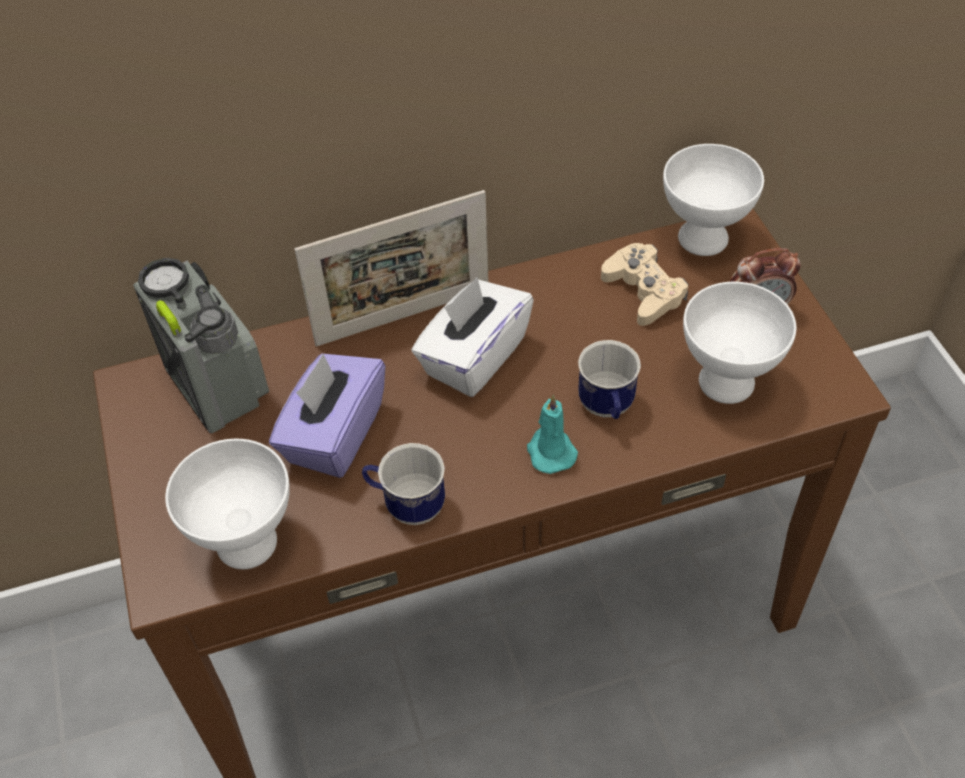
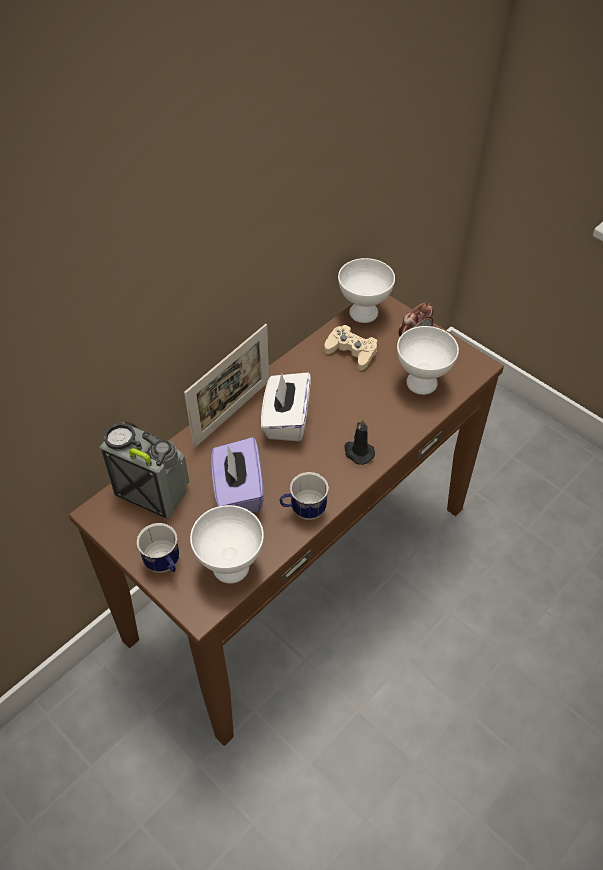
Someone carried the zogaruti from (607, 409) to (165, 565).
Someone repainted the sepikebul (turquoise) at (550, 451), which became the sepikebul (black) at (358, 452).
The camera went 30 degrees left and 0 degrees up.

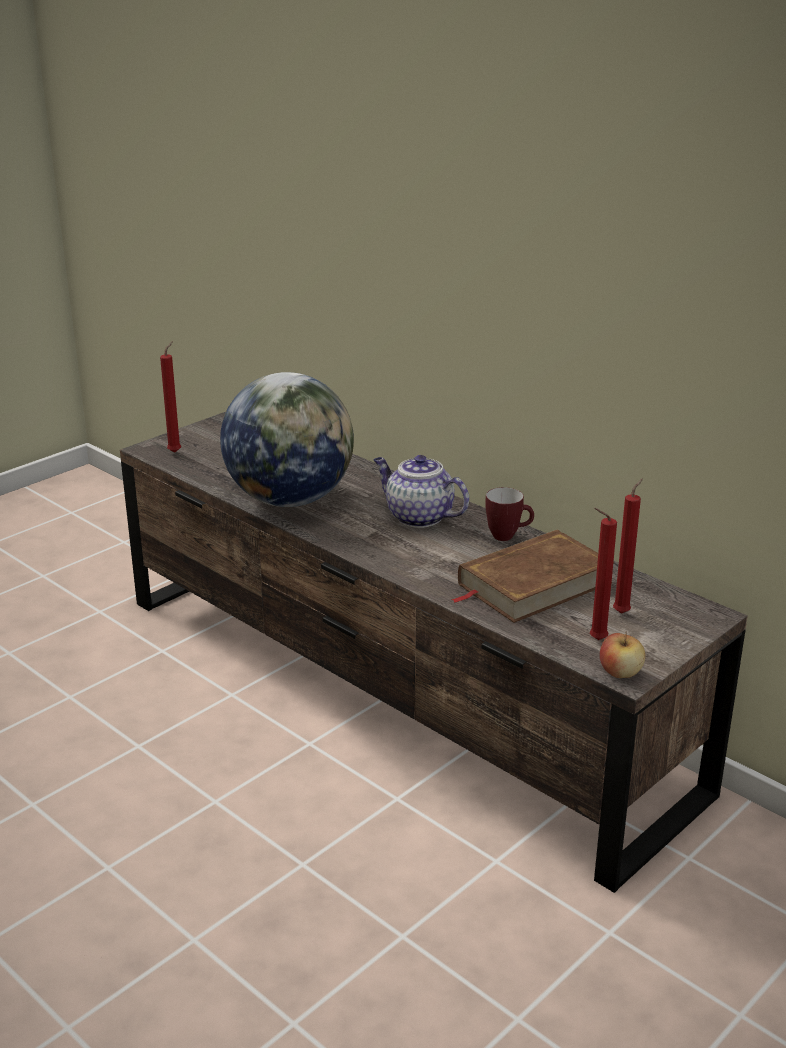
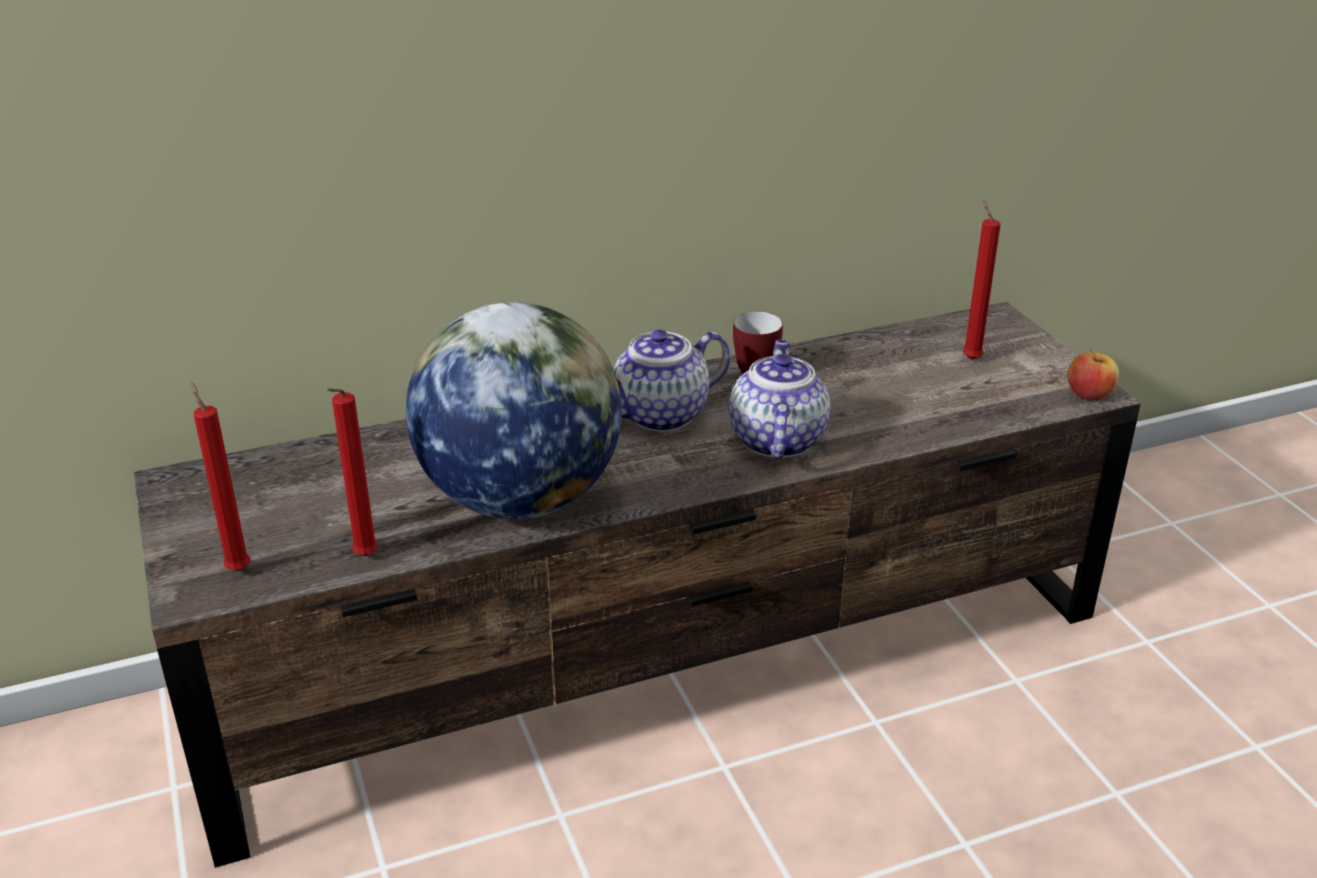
Someone carried the sepikebul (red) from (595, 640) to (363, 558).
Someone took away the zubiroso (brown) at (533, 583).
Someone put down the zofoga at (776, 439).
The camera went 65 degrees left and 5 degrees up.

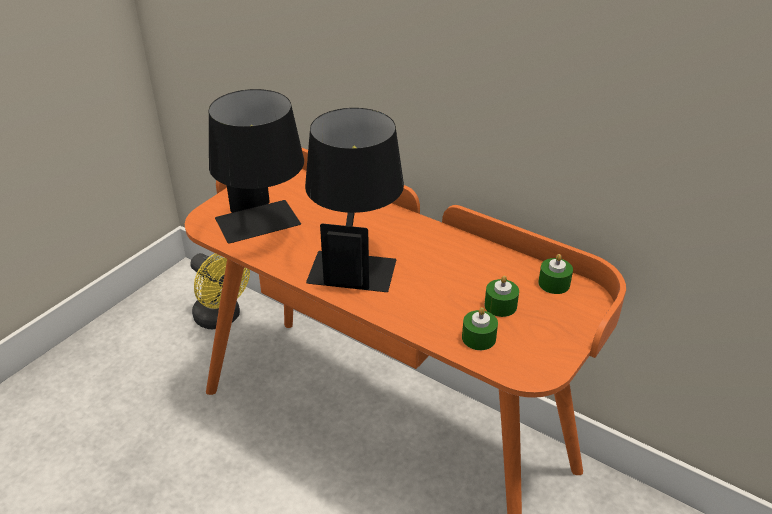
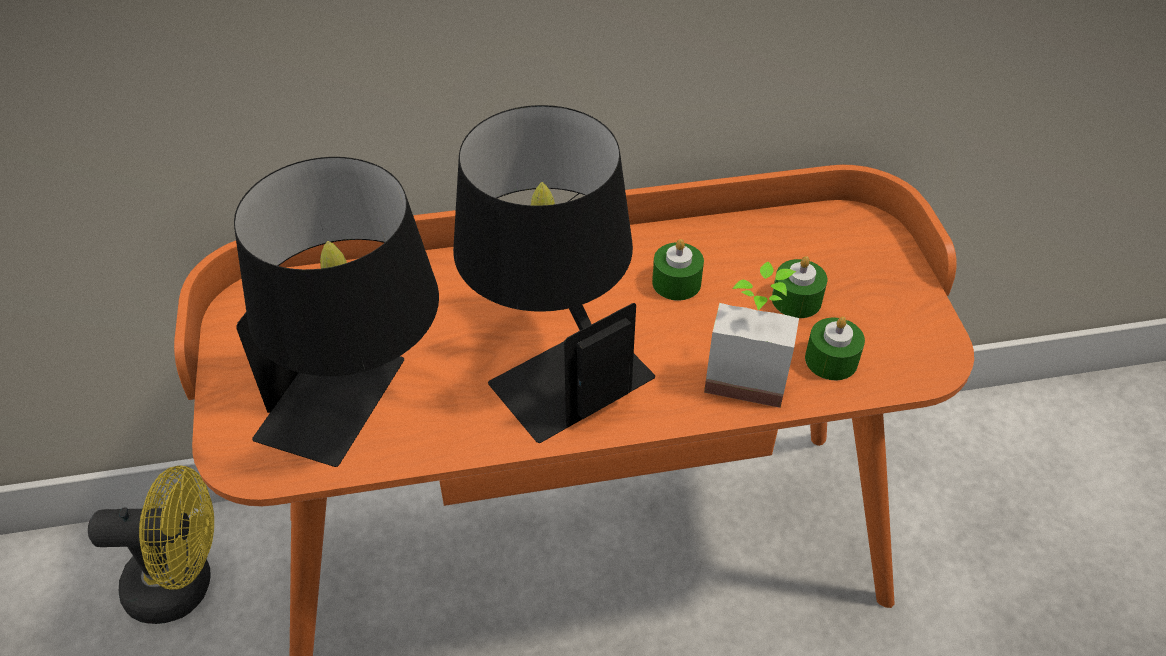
Someone carried the sepikebul (green) from (554, 283) to (676, 282).
Someone put down the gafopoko at (747, 373).
The camera went 45 degrees left and 10 degrees up.

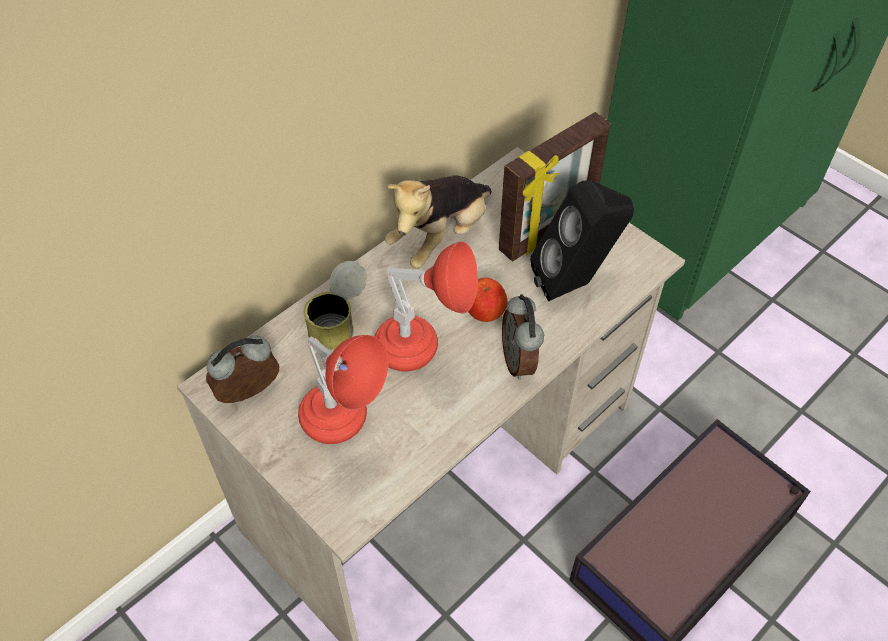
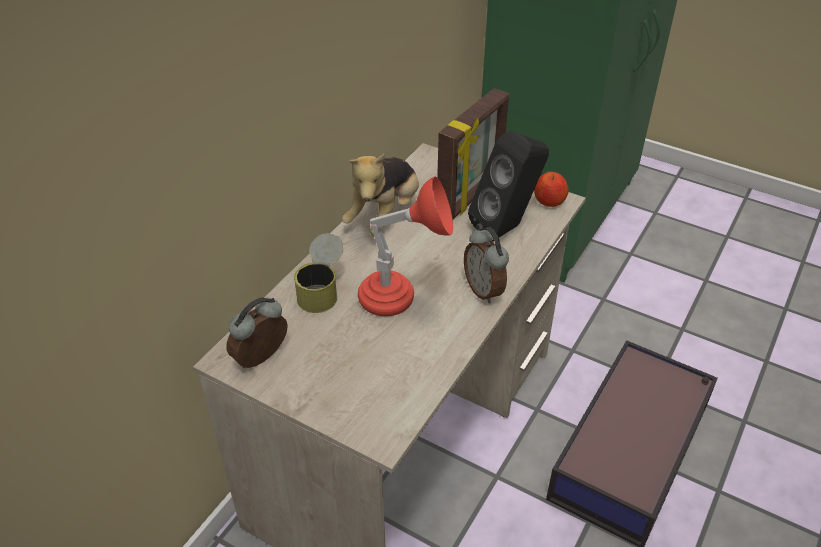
Someone carried the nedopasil from (485, 311) to (549, 201).
Someone took away the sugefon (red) at (345, 430).
The camera went 15 degrees left and 10 degrees down.

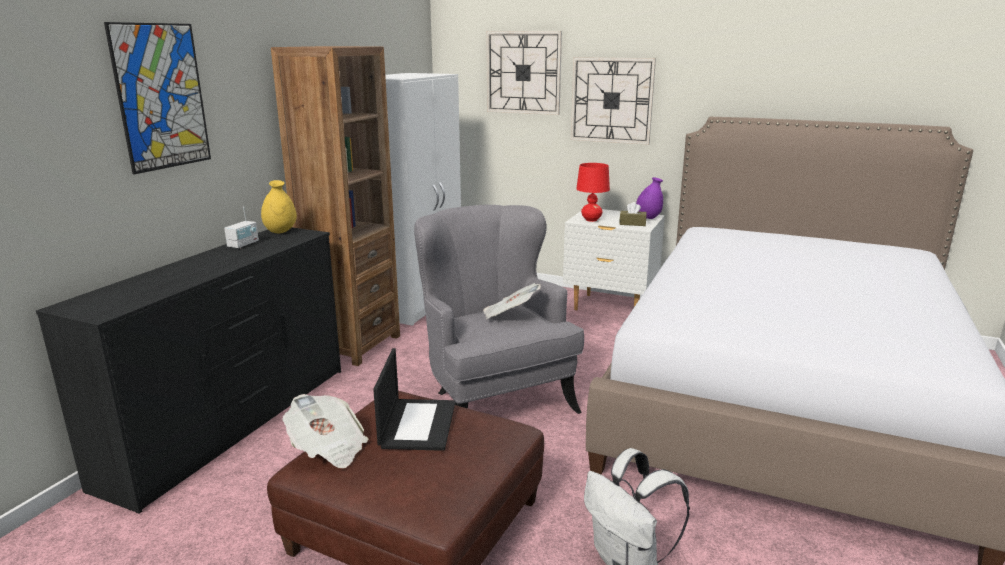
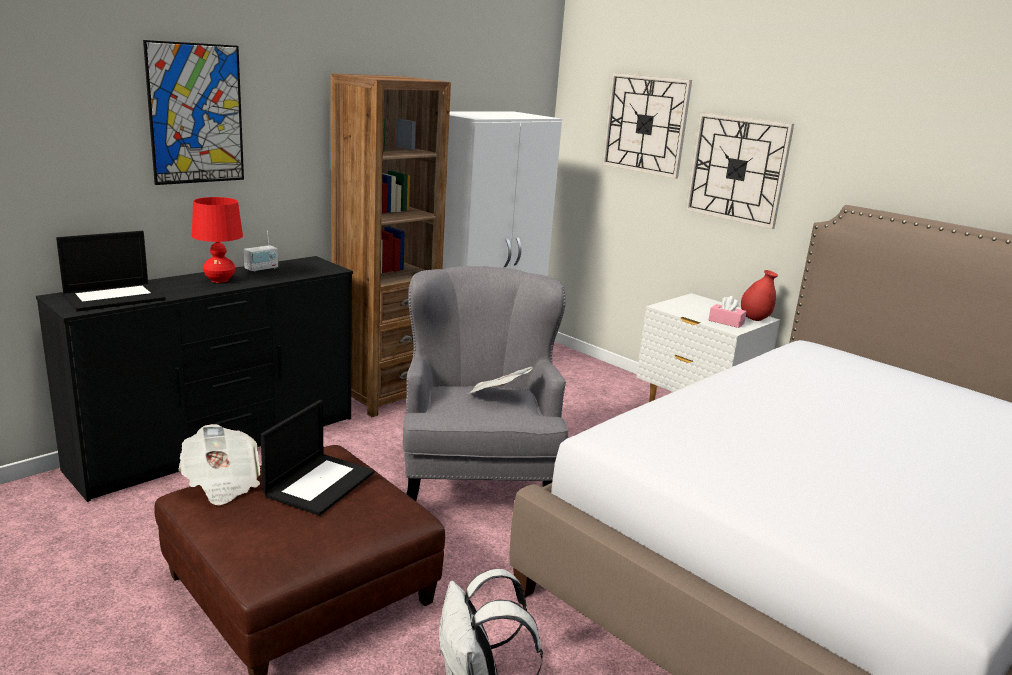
Someone carried the sugefon (red) from (591, 220) to (220, 280).
Someone repainted the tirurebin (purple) at (648, 218), which became the tirurebin (red) at (755, 319).
Someone took away the tirurebin (yellow) at (280, 231).
Someone repainted the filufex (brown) at (632, 223), which became the filufex (pink) at (726, 322).
Someone put down the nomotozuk at (115, 297).
The camera went 20 degrees right and 0 degrees up.

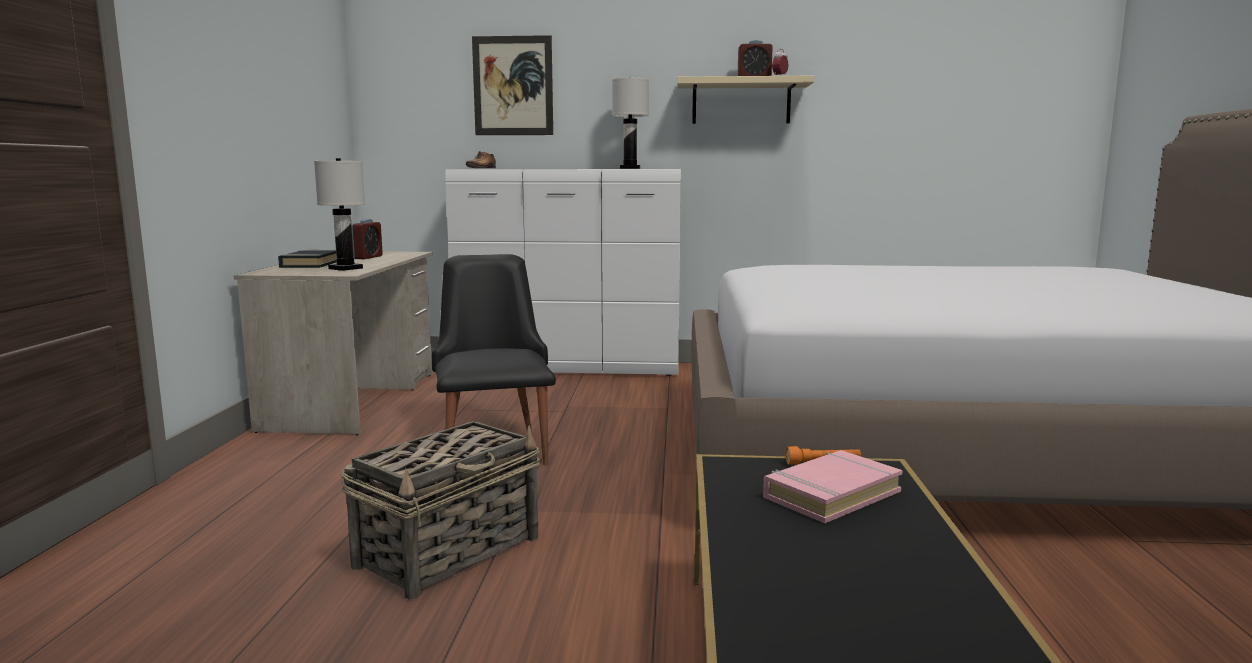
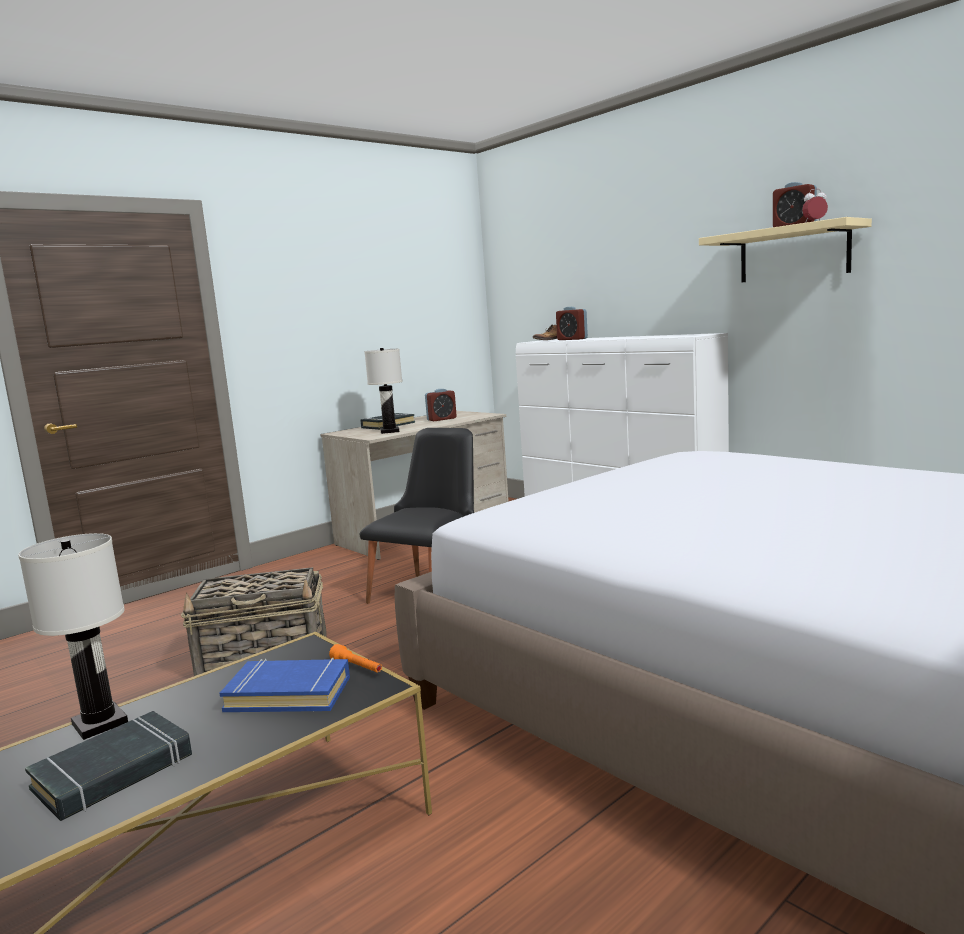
Someone took away the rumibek at (513, 86).
Someone carried the sugefon (white) from (630, 168) to (99, 724).
Someone repainted the zubiroso (pink) at (831, 494), which became the zubiroso (blue) at (289, 693).
Someone put down the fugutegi at (572, 339).
Someone put down the zubiroso (black) at (114, 773).
The camera went 45 degrees right and 0 degrees up.

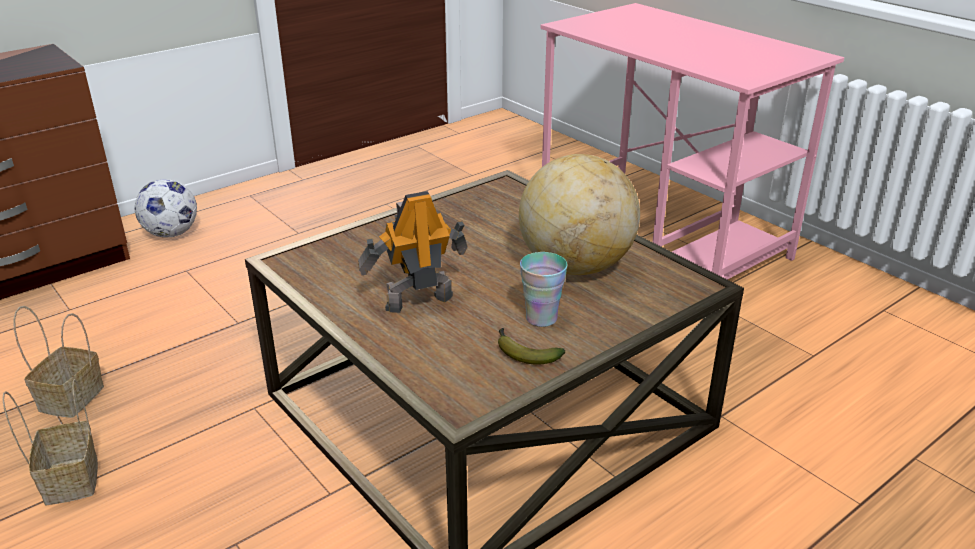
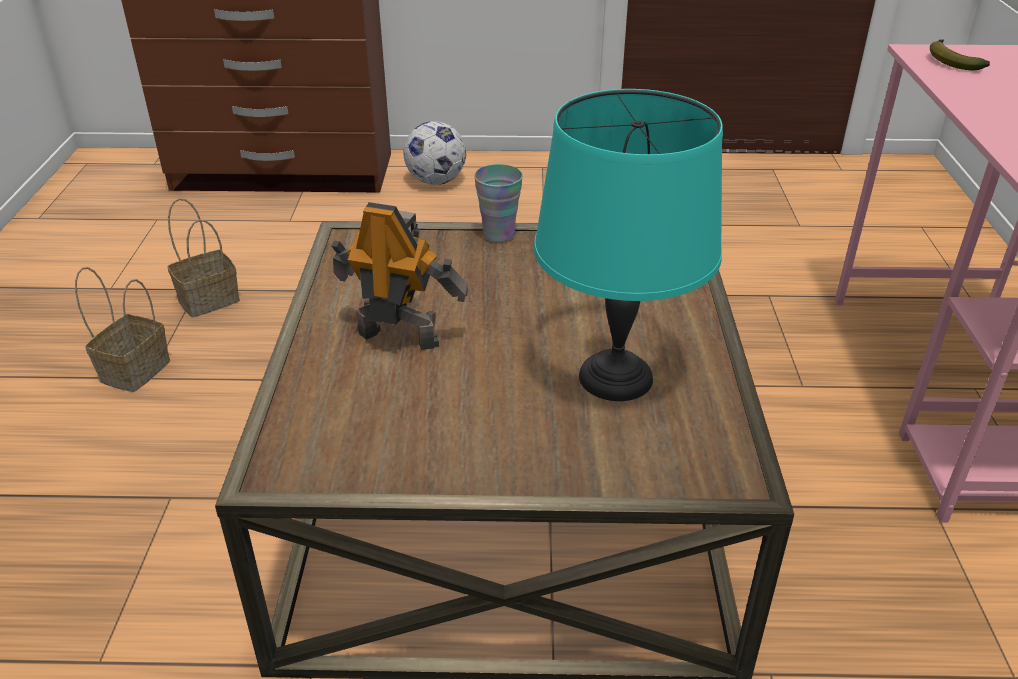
Someone swapped the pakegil at (575, 266) for the sugefon (turquoise) at (615, 376).
Someone carried the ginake from (541, 318) to (498, 234).
Someone carried the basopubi from (524, 353) to (951, 61).
The camera went 40 degrees right and 5 degrees up.

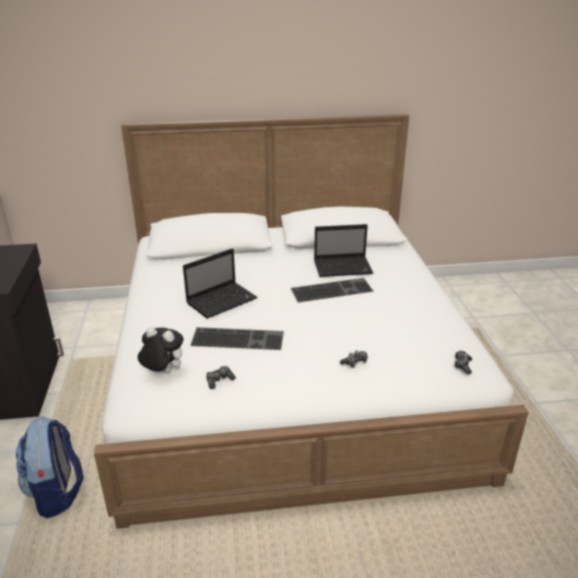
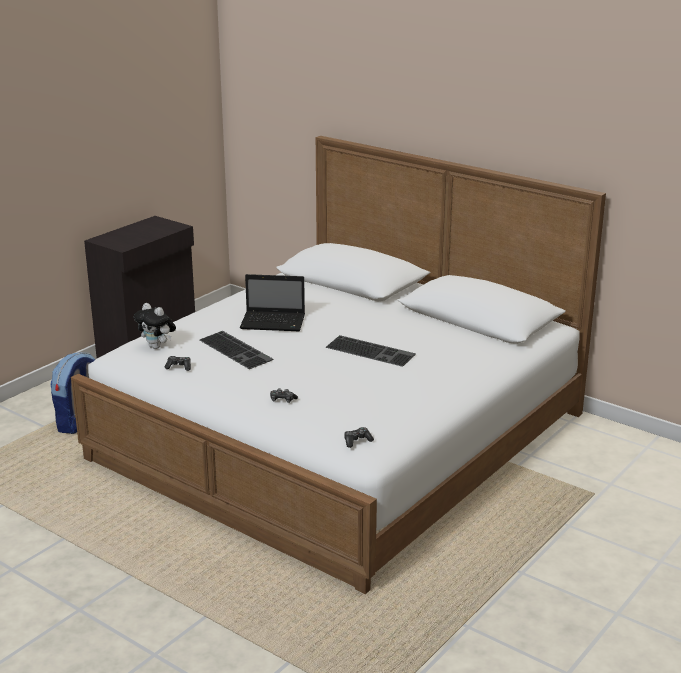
Someone took away the nomotozuk at (344, 267).
Someone rotated the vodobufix at (163, 372) by 150 degrees clockwise.
The camera went 45 degrees right and 5 degrees down.

